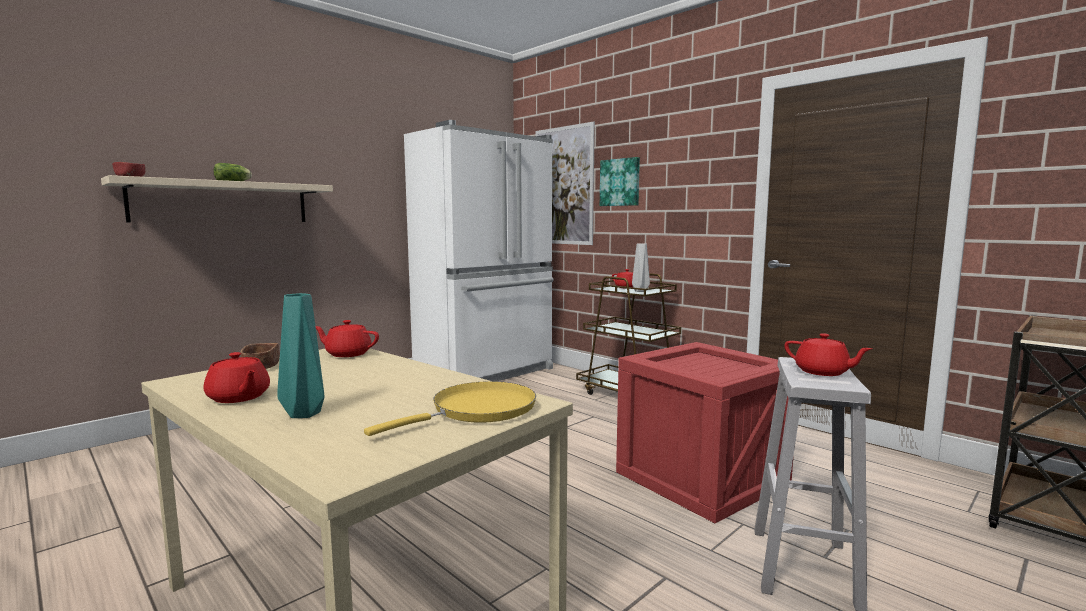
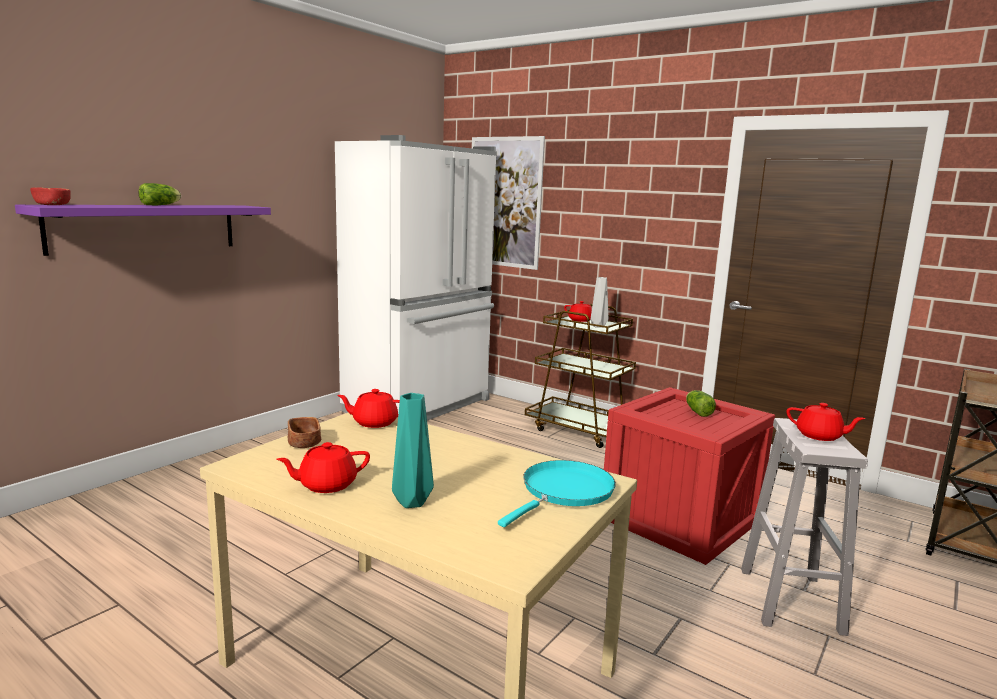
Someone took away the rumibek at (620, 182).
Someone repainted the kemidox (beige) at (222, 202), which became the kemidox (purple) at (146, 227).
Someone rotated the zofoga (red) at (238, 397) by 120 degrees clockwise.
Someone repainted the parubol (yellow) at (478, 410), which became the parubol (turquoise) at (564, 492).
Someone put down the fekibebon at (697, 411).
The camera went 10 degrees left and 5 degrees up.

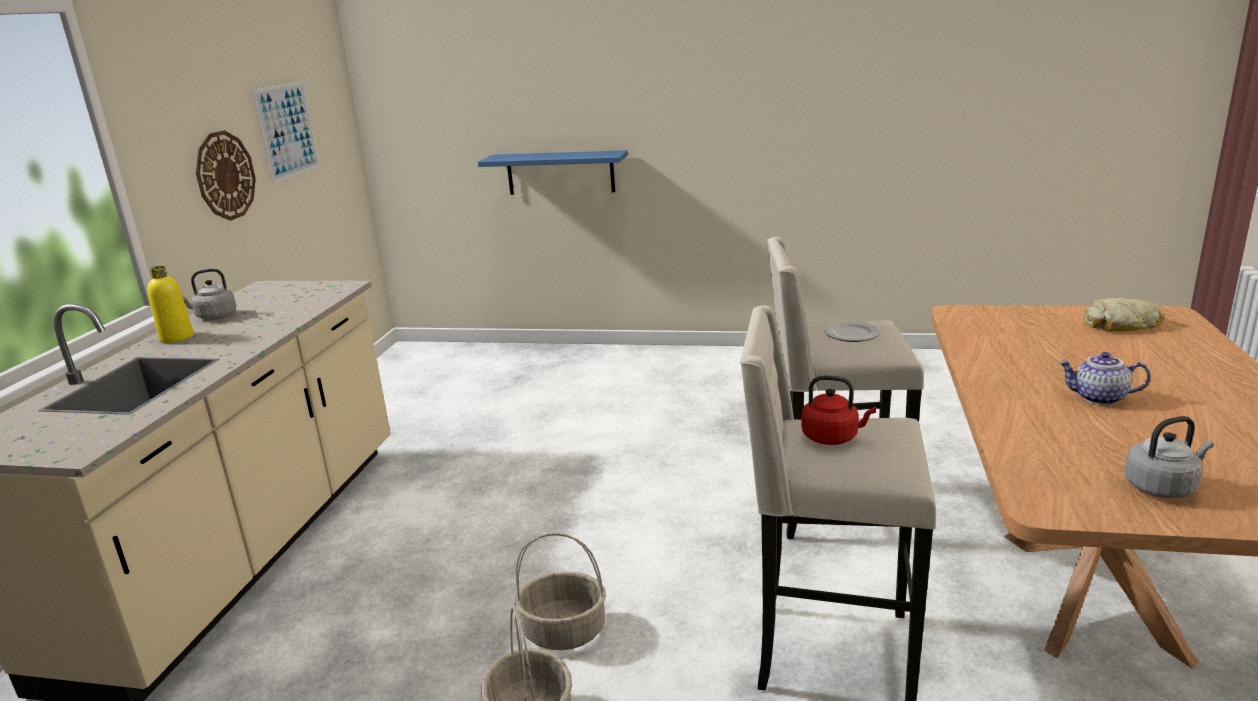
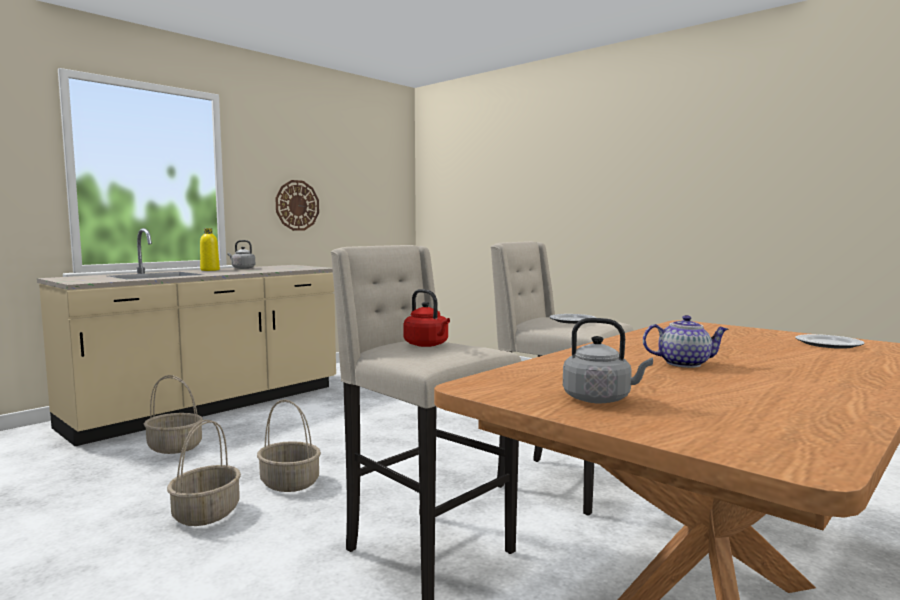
Someone took away the rumibek at (287, 130).
Someone took away the kemidox (blue) at (560, 173).
Someone swapped the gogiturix at (1122, 324) for the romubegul at (829, 344).
Someone rotated the zofoga at (1099, 398) by 135 degrees clockwise.
Someone put down the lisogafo at (175, 447).
The camera went 30 degrees right and 15 degrees down.

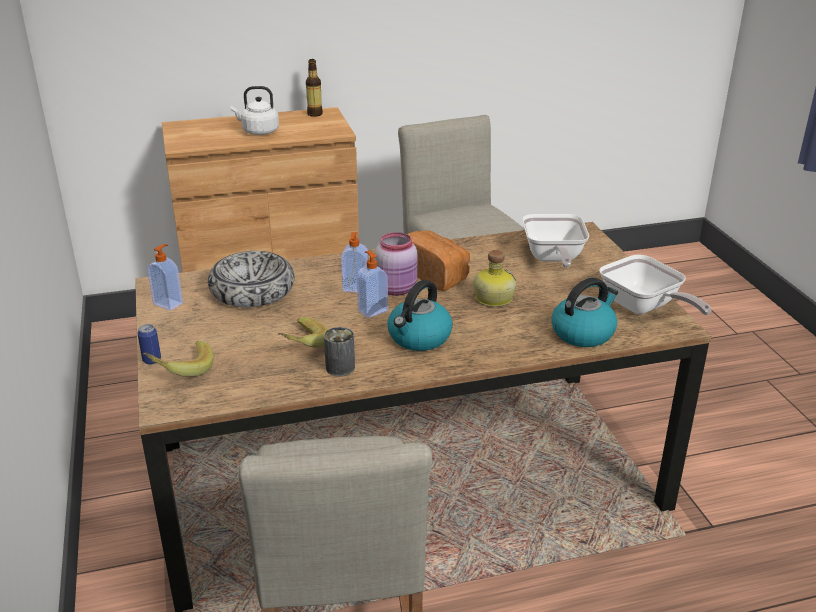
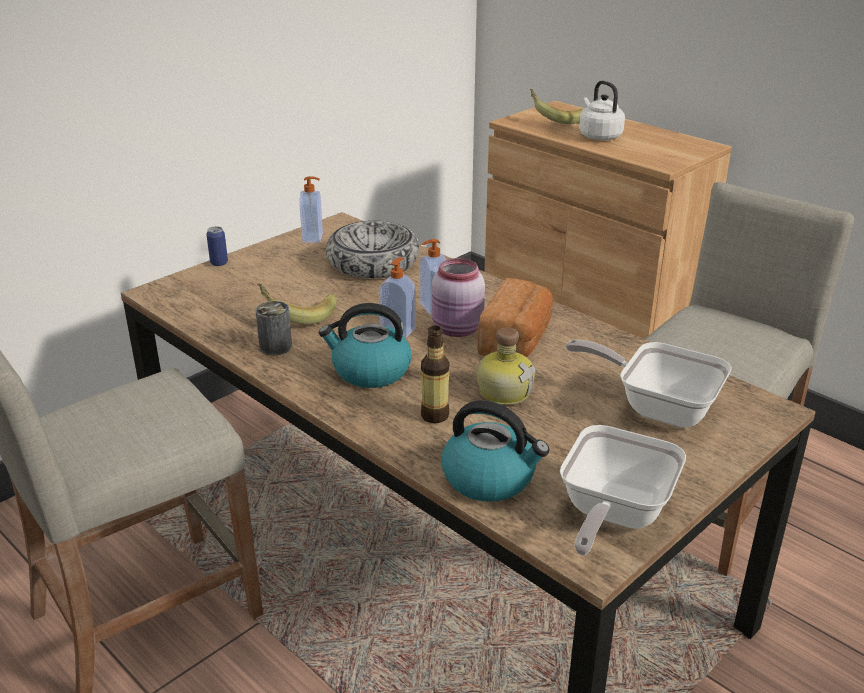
Someone carried the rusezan from (314, 114) to (434, 416).
Someone rotated the parubol at (553, 259) by 60 degrees clockwise.
Someone carried the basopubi from (181, 370) to (555, 119).
The camera went 60 degrees right and 0 degrees up.

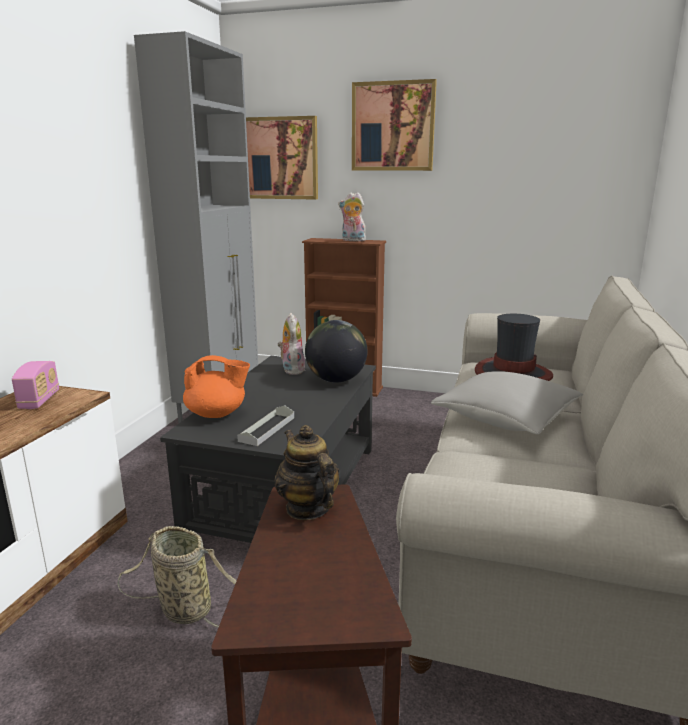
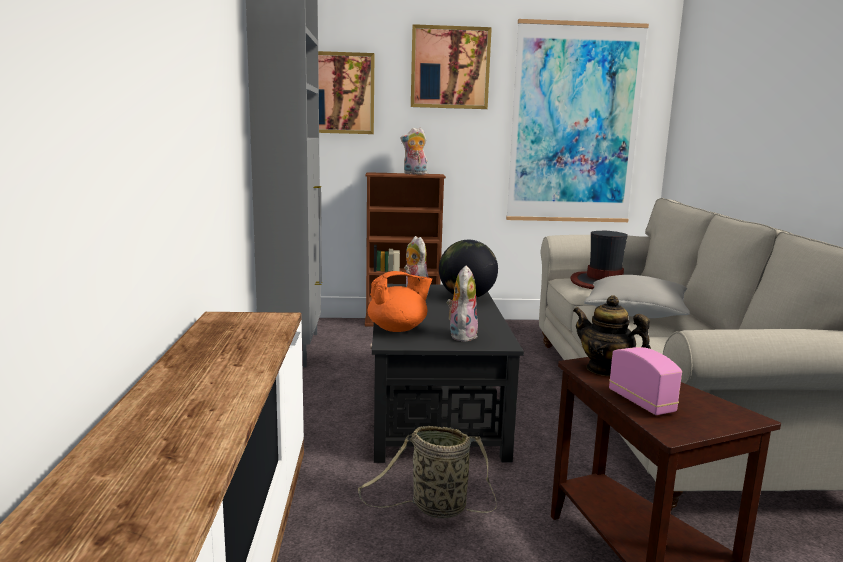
Someone carried the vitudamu from (39, 400) to (641, 402).
Someone swapped the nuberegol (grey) at (267, 429) for the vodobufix at (461, 335).
Someone put up the rumibek at (574, 124).
The camera went 20 degrees left and 5 degrees down.

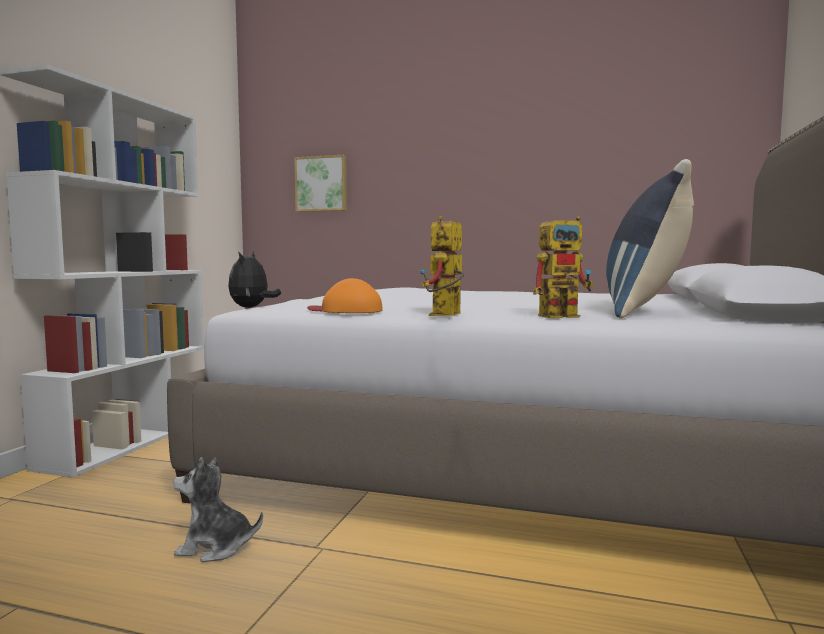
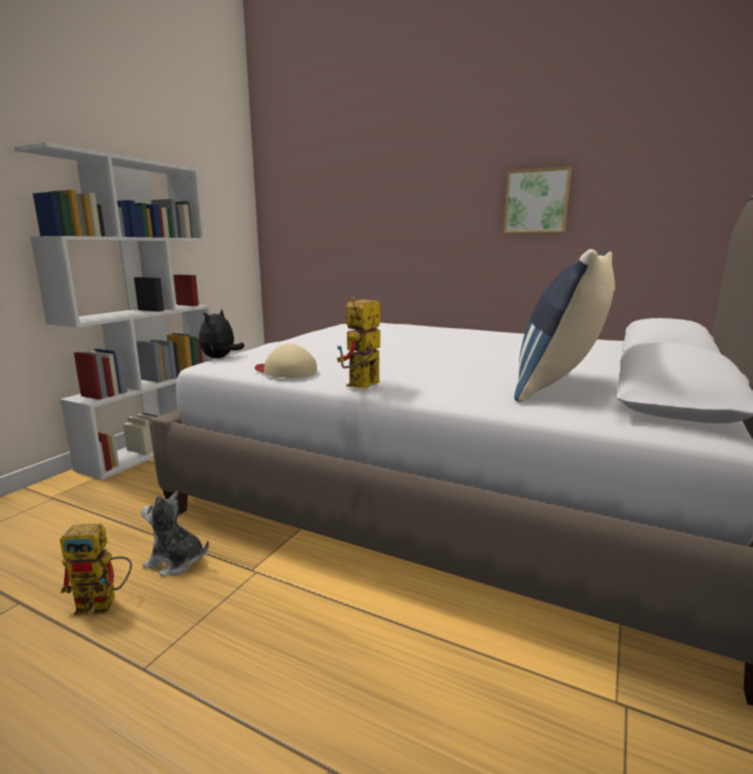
Someone carried the rumibek from (322, 184) to (537, 201).
Someone carried the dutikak from (564, 315) to (105, 603).
Someone repainted the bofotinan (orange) at (345, 310), which became the bofotinan (beige) at (285, 371).
The camera went 10 degrees right and 10 degrees up.

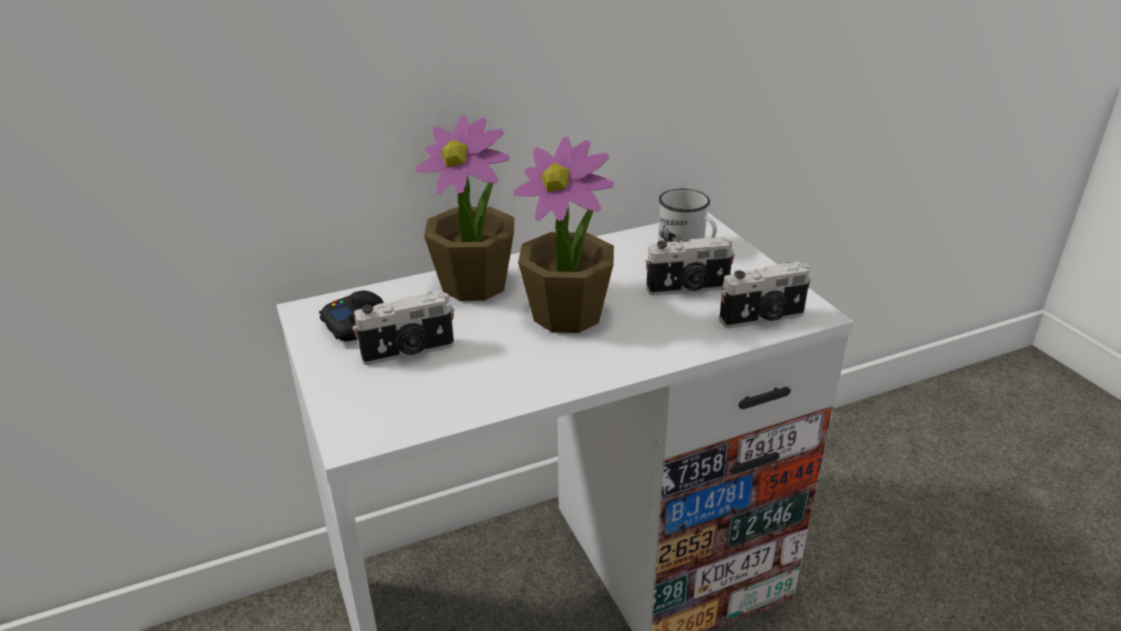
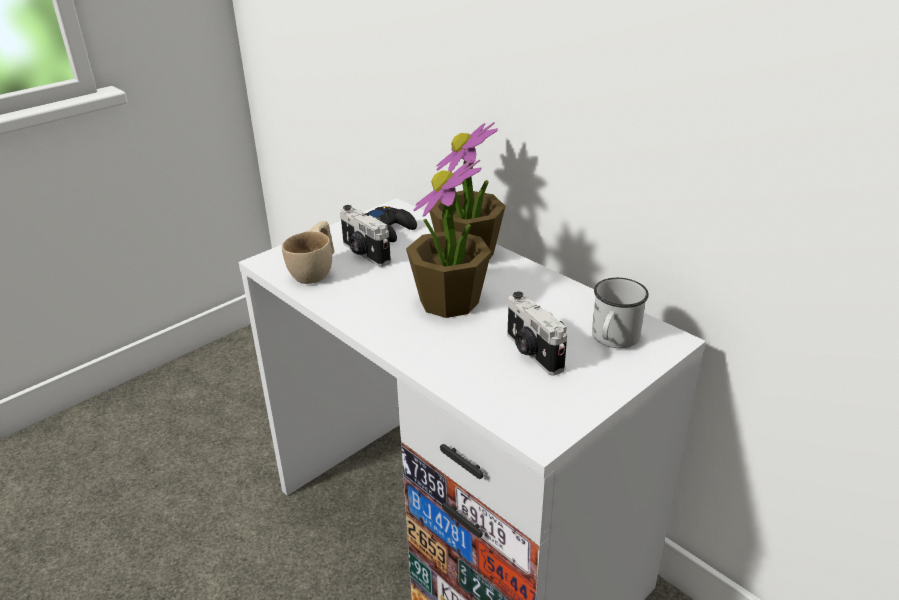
Someone took away the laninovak at (763, 319).
Someone put down the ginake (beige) at (316, 270).
The camera went 70 degrees right and 0 degrees up.

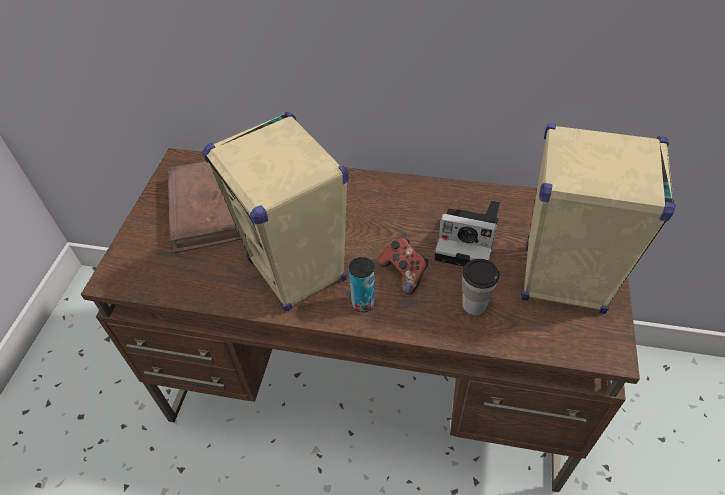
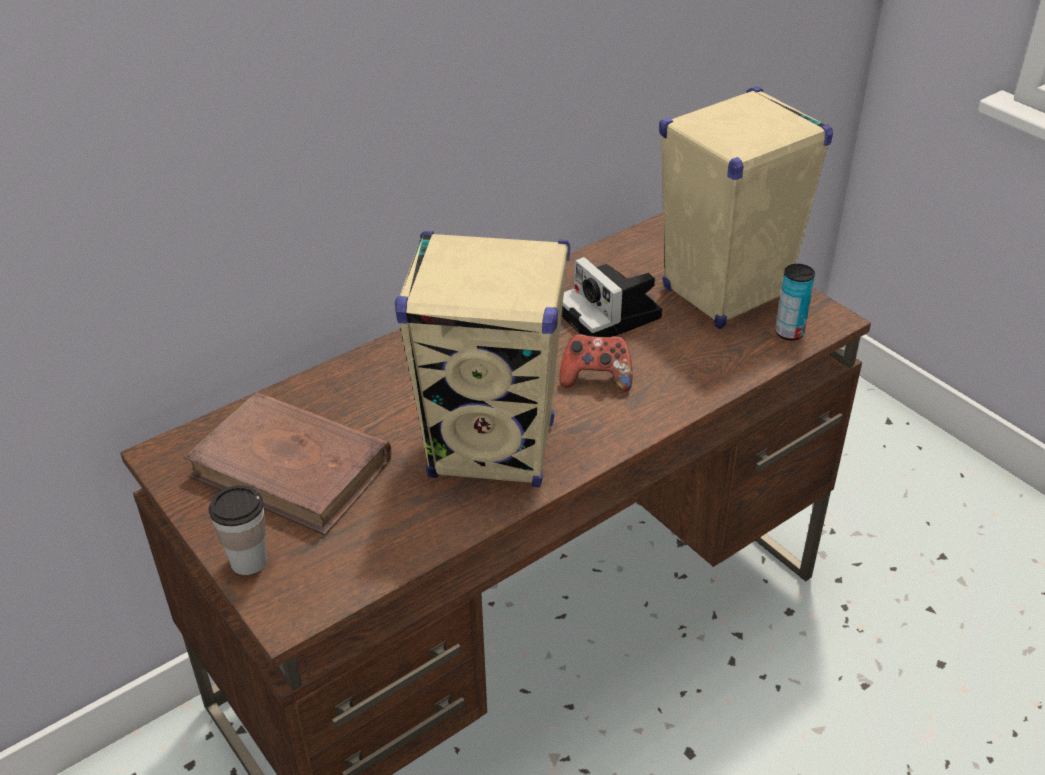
Someone rotated the laninovak at (469, 241) by 90 degrees clockwise.
Someone carried the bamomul from (363, 303) to (789, 332).
Someone carried the ginake from (474, 305) to (249, 561).
The camera went 50 degrees left and 10 degrees down.

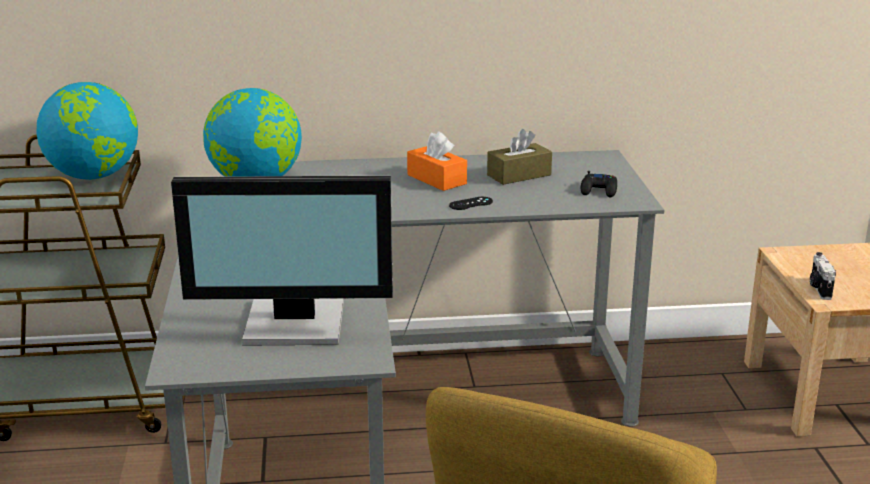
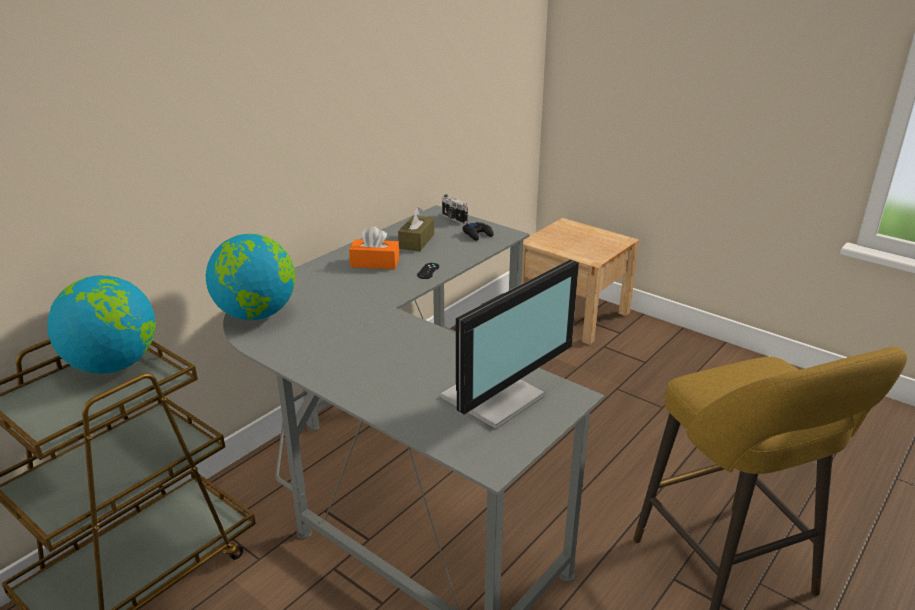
Someone carried the laninovak from (819, 289) to (453, 218).
The camera went 45 degrees left and 5 degrees up.

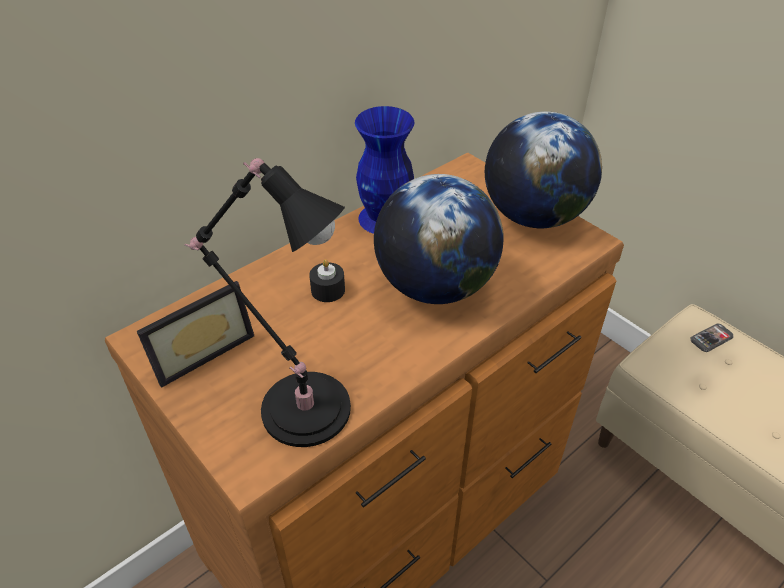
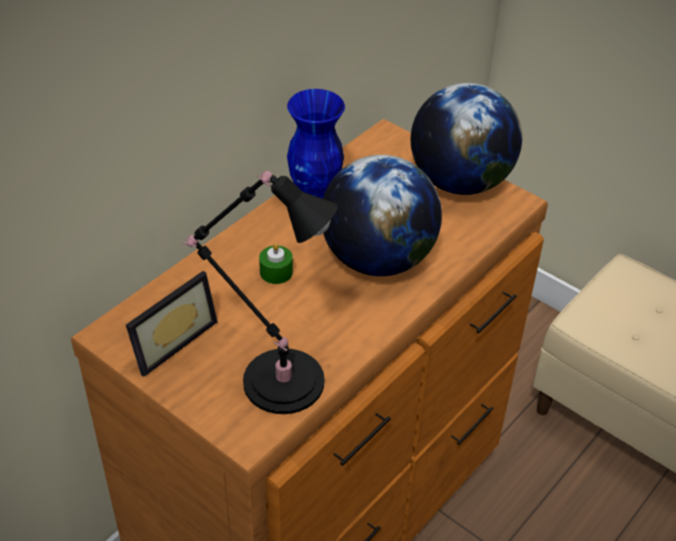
Someone repainted the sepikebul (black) at (328, 290), which became the sepikebul (green) at (276, 272).
Someone took away the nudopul at (711, 338).
The camera went 10 degrees left and 0 degrees up.

